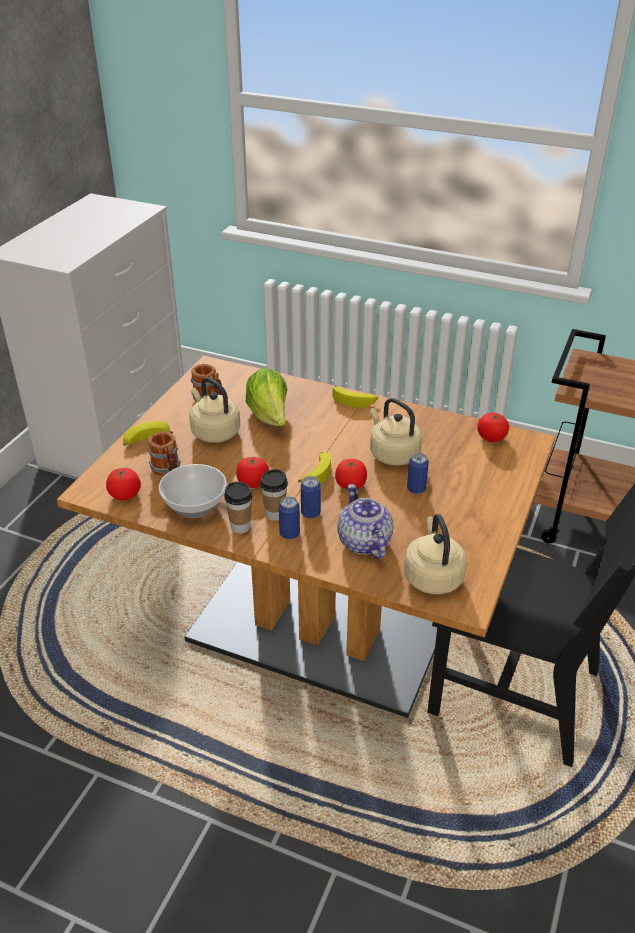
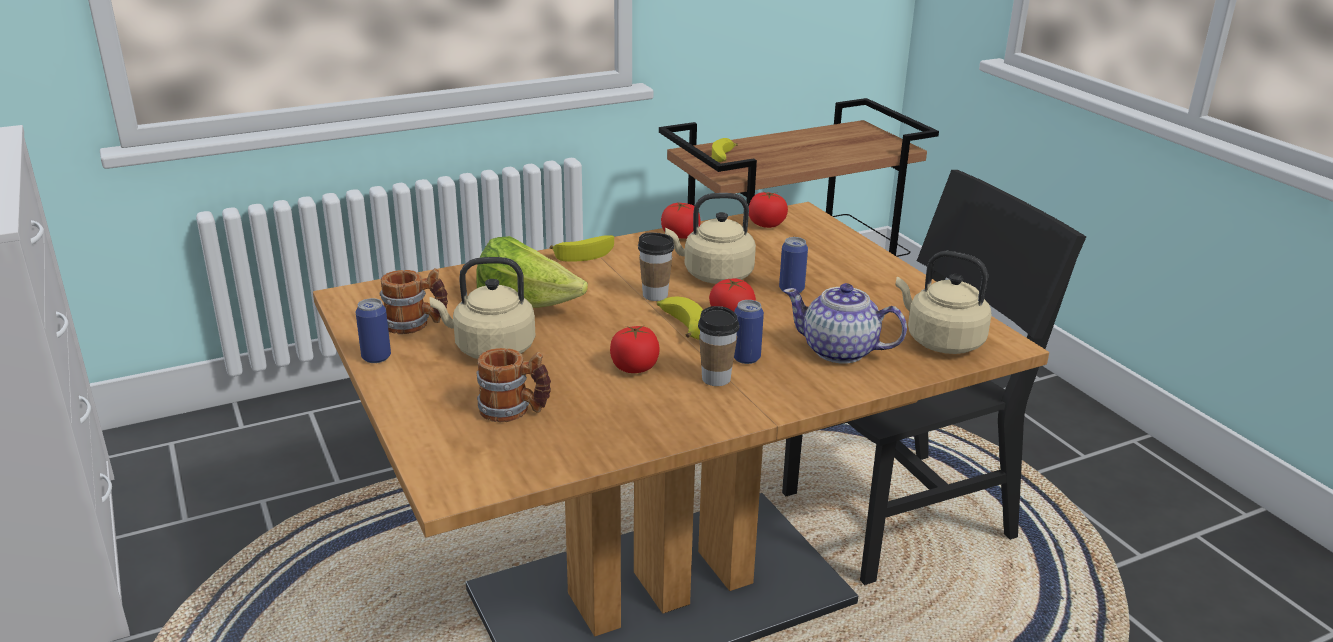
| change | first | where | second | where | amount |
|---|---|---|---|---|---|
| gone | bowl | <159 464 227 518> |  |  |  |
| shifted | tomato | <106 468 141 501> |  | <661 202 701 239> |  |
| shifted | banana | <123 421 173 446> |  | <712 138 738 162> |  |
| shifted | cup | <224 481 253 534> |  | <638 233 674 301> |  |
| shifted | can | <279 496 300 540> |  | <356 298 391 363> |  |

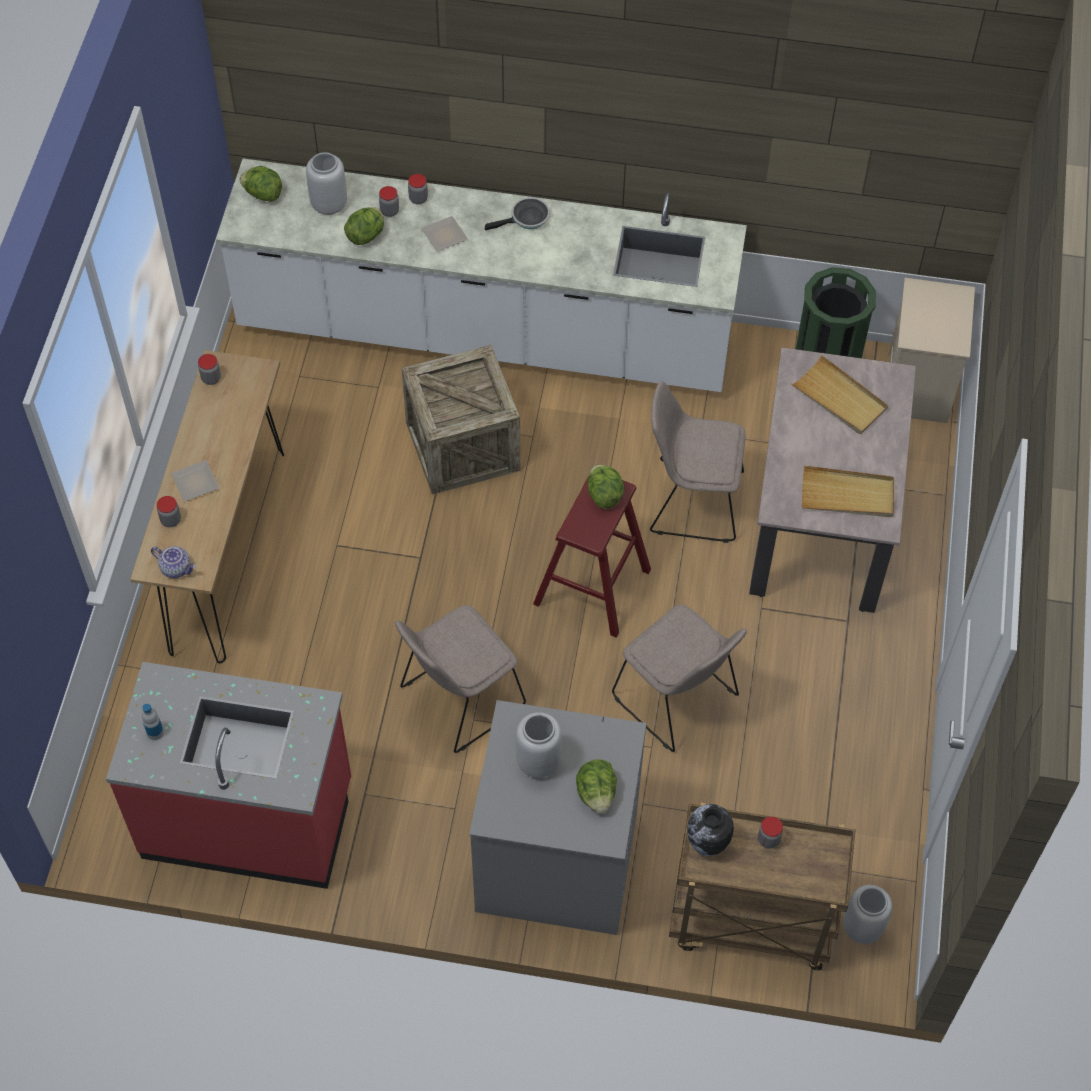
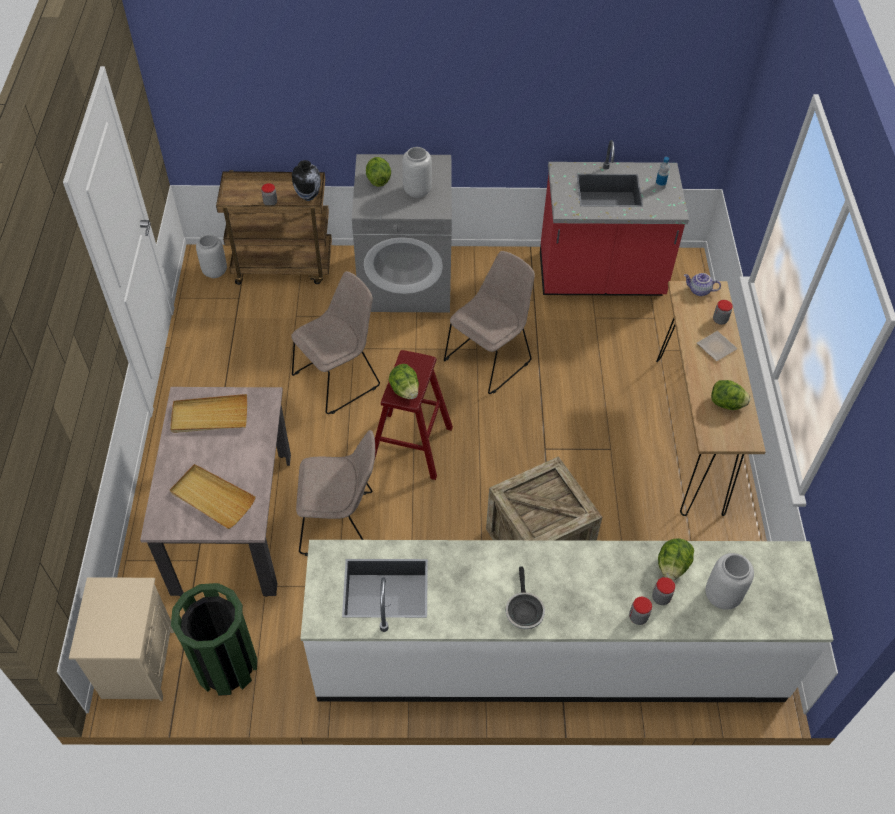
| change | first | where | second | where | amount |
|---|---|---|---|---|---|
| gone | jar | <198 354 221 385> |  |  |  |
| gone | plate | <421 216 468 252> |  |  |  |
| shifted | lettuce | <239 166 282 202> |  | <711 380 750 410> |  |
| rotated | frying pan | <485 197 550 230> |  | <506 567 545 629> | 60 degrees counterclockwise |
| rotated | beige chair | <612 604 747 752> |  | <291 271 380 414> | 105 degrees clockwise |

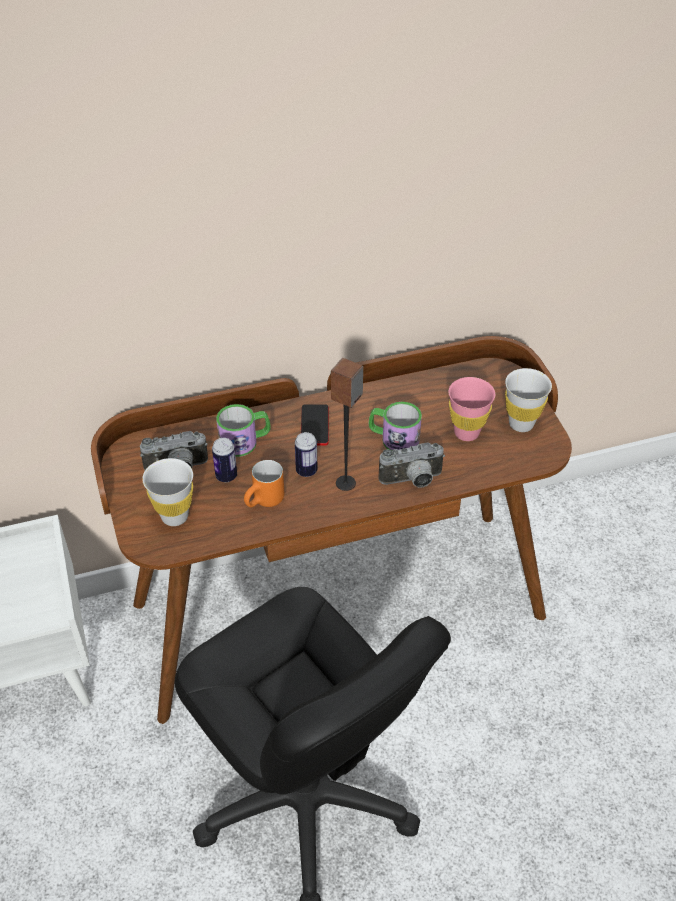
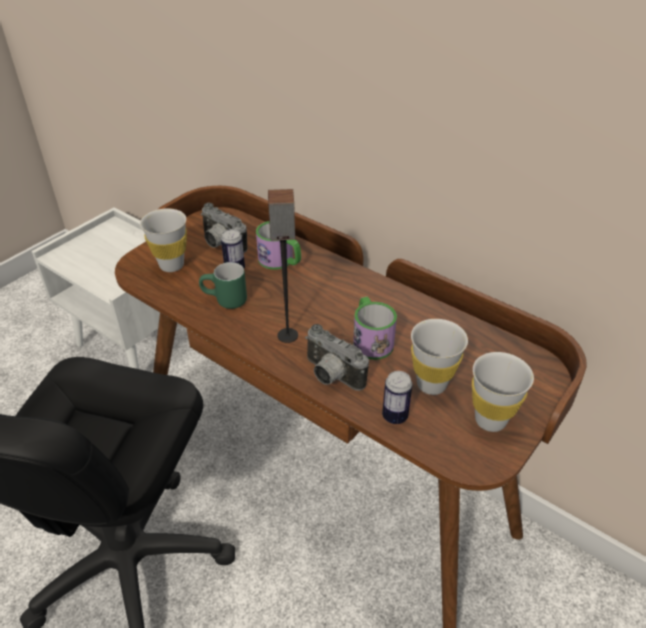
| change | first | where | second | where | amount |
|---|---|---|---|---|---|
| gone | phone | <301 404 329 446> |  |  |  |
| shifted | can | <295 432 318 477> |  | <382 371 412 424> |  |
| repainted | orange mug | <244 460 284 507> | green mug | <199 262 247 309> |  |
| repainted | pink cup | <448 377 495 441> | white cup | <411 319 468 395> |  |

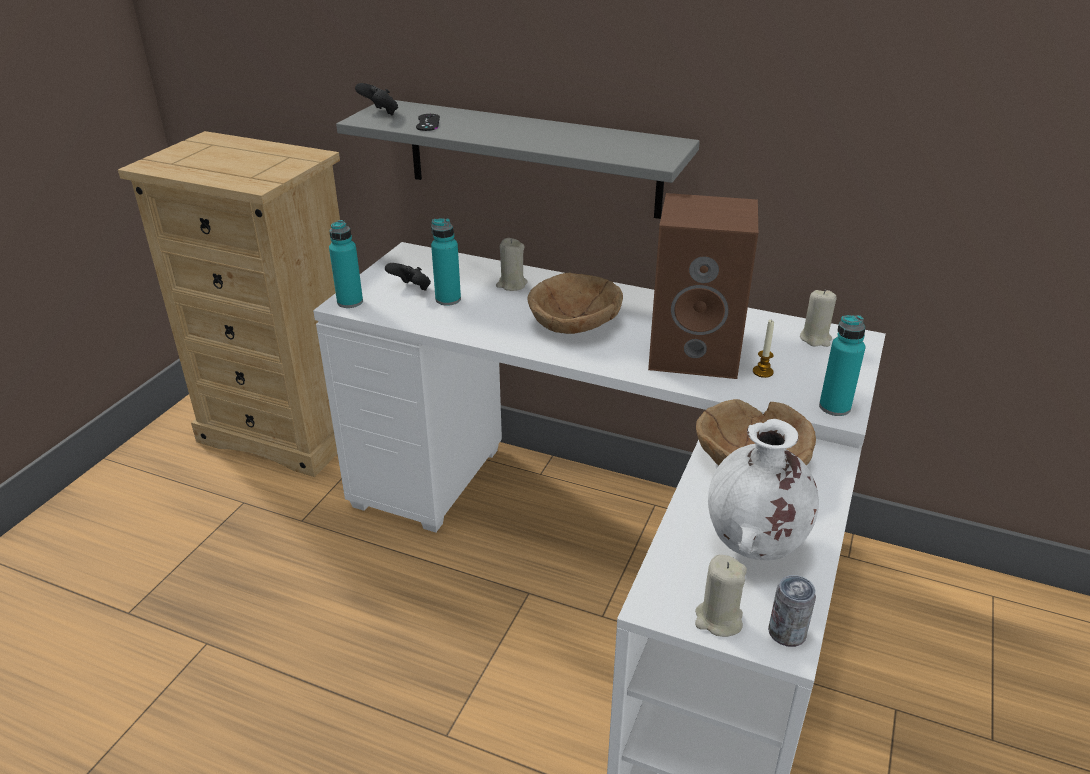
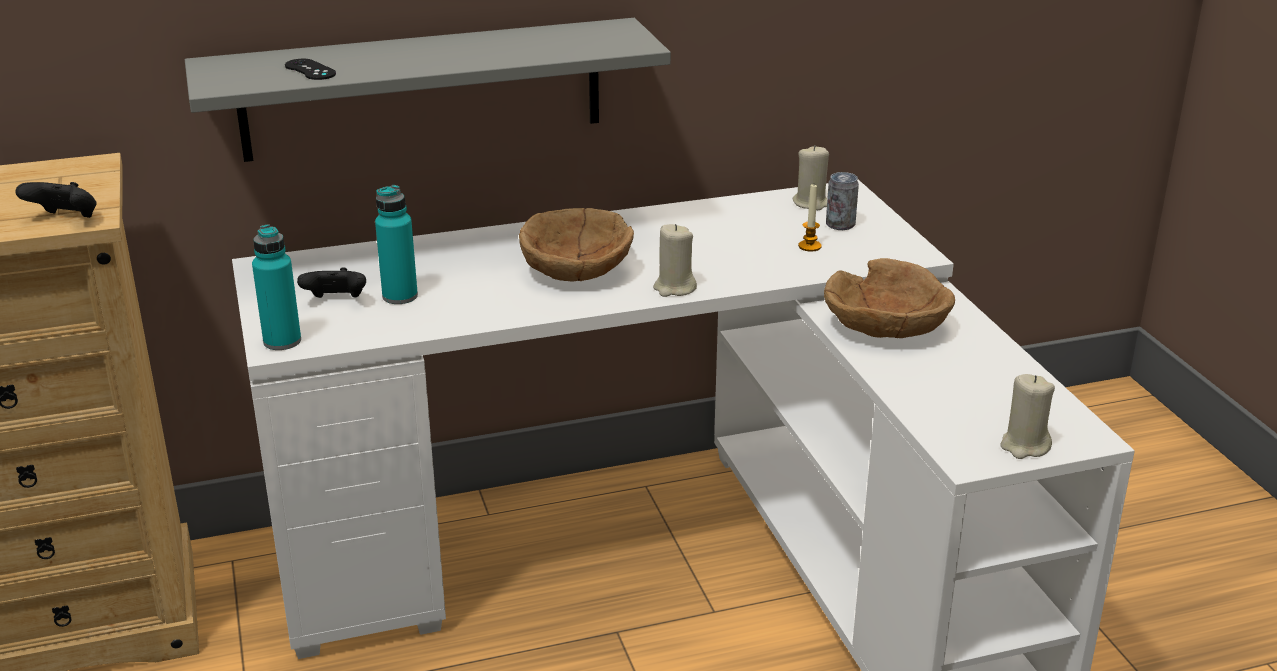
| change | first | where | second | where | amount |
|---|---|---|---|---|---|
| gone | brown speaker | <648 193 758 379> |  |  |  |
| gone | white vase | <708 419 819 560> |  |  |  |
| gone | turquoise bottle | <819 315 866 416> |  |  |  |
| shifted | black game controller | <355 83 398 115> |  | <15 182 97 218> |  |
| shifted | beige candle | <496 238 527 291> |  | <653 224 697 297> |  |
| shifted | can | <768 575 816 647> |  | <826 172 859 230> |  |

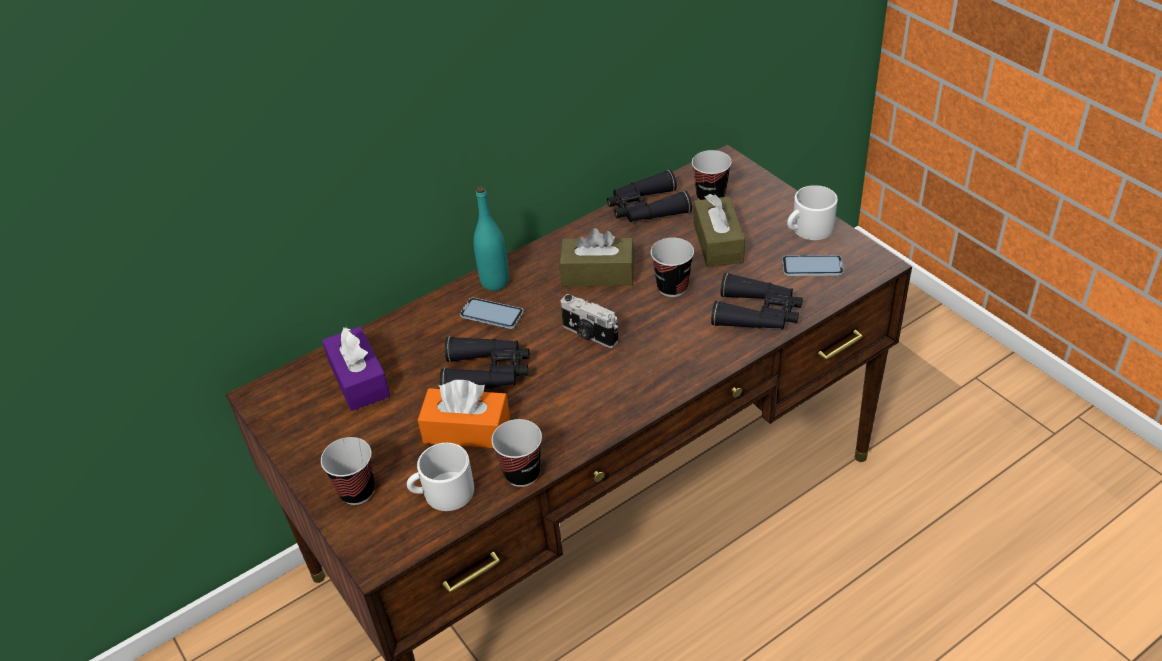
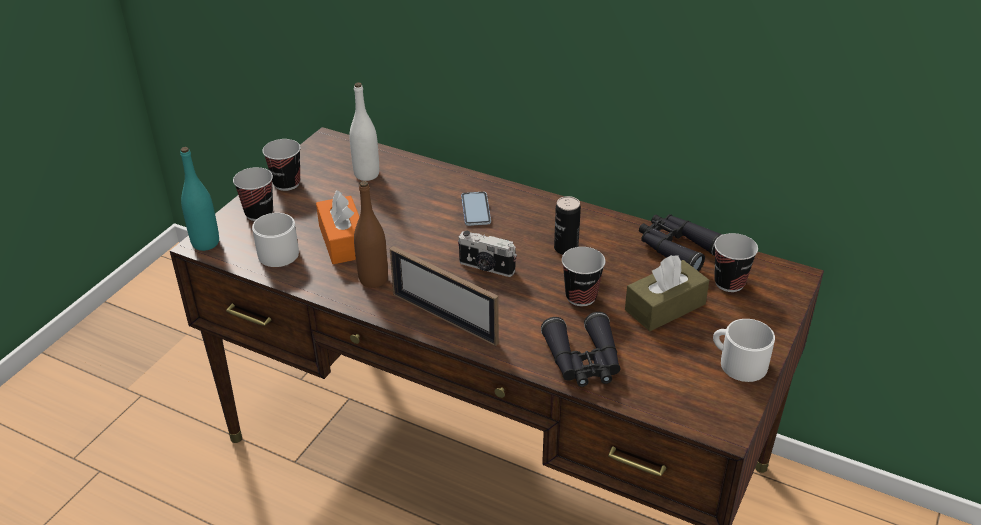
| change | first | where | second | where | amount |
|---|---|---|---|---|---|
| gone | black binoculars | <440 336 530 389> |  |  |  |
| gone | phone | <782 255 844 276> |  |  |  |
| new |  |  | brown bottle | <354 181 388 288> |  |
| new |  |  | picture frame | <390 246 499 346> |  |
| shifted | turquoise bottle | <473 187 509 291> |  | <180 147 219 251> |  |
| shifted | cup | <492 419 542 487> |  | <263 139 301 191> |  |
| swapped | purple tissue box | <322 326 390 411> | white bottle | <349 82 379 181> |  |
| swapped | brown tissue box | <559 228 635 286> | can | <554 196 581 255> |  |
| rotated | photo camera | <561 294 619 348> |  | <458 231 517 277> | 75 degrees counterclockwise |

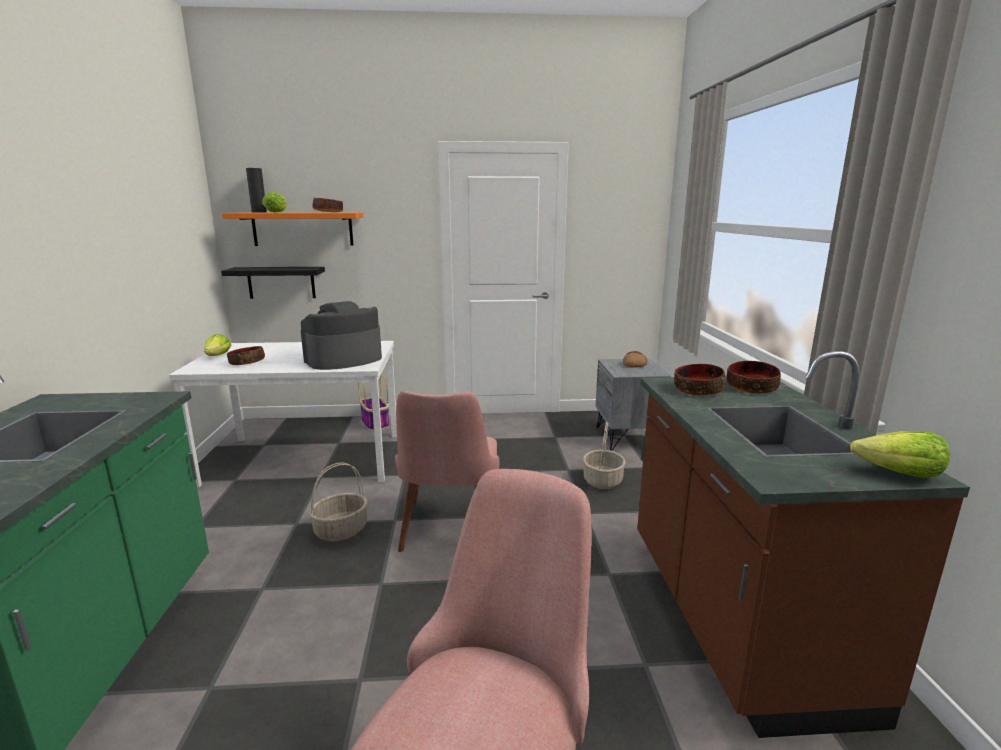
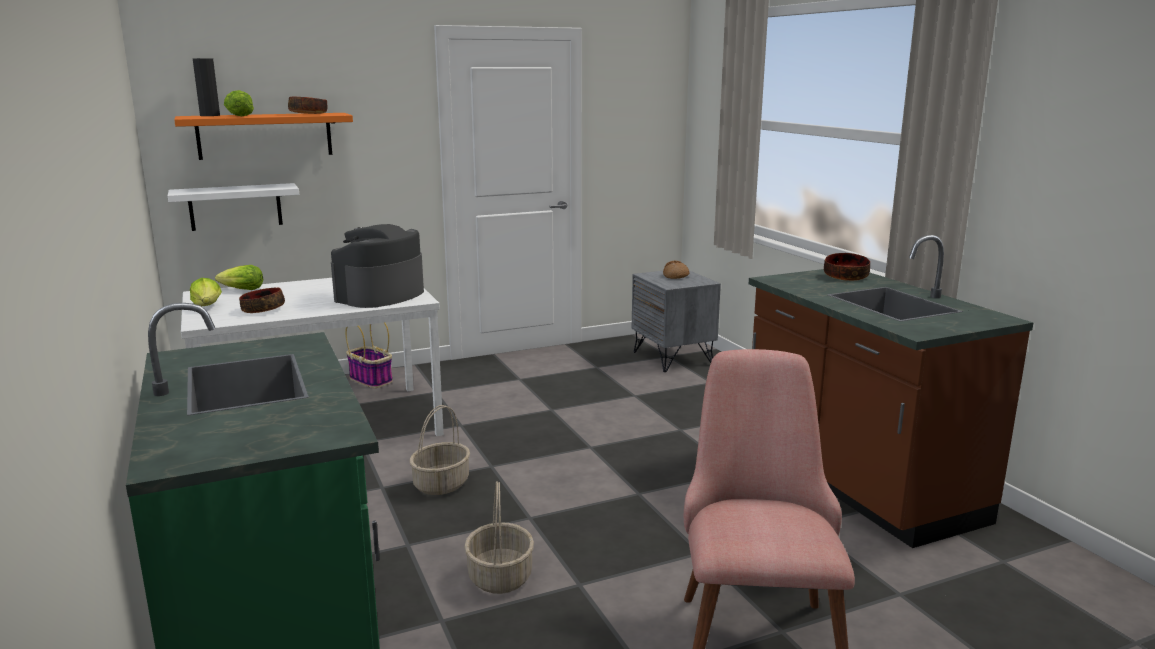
| change | first | where | second | where | amount |
|---|---|---|---|---|---|
| gone | pink chair | <395 391 499 552> |  |  |  |
| gone | bowl | <674 364 726 395> |  |  |  |
| shifted | basket | <583 422 626 489> |  | <464 481 534 594> |  |
| shifted | lettuce | <850 431 950 478> |  | <215 265 263 290> |  |
| repainted | black shelf | <221 267 325 299> | white shelf | <168 183 299 231> |  |

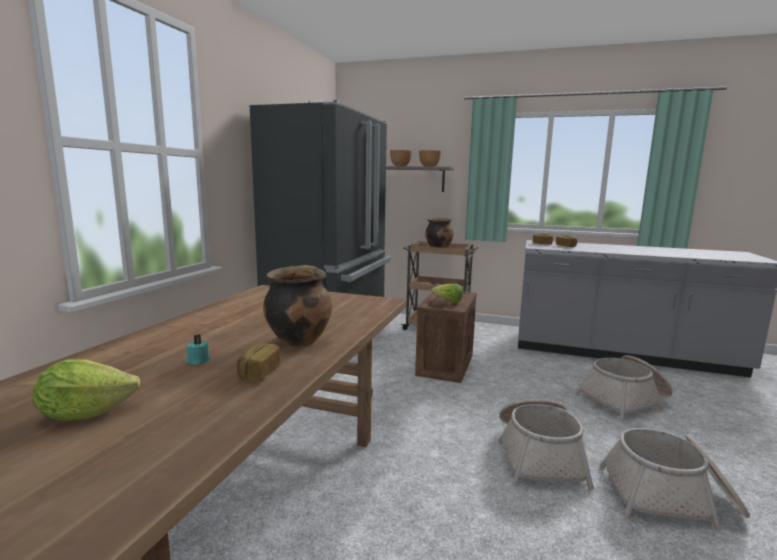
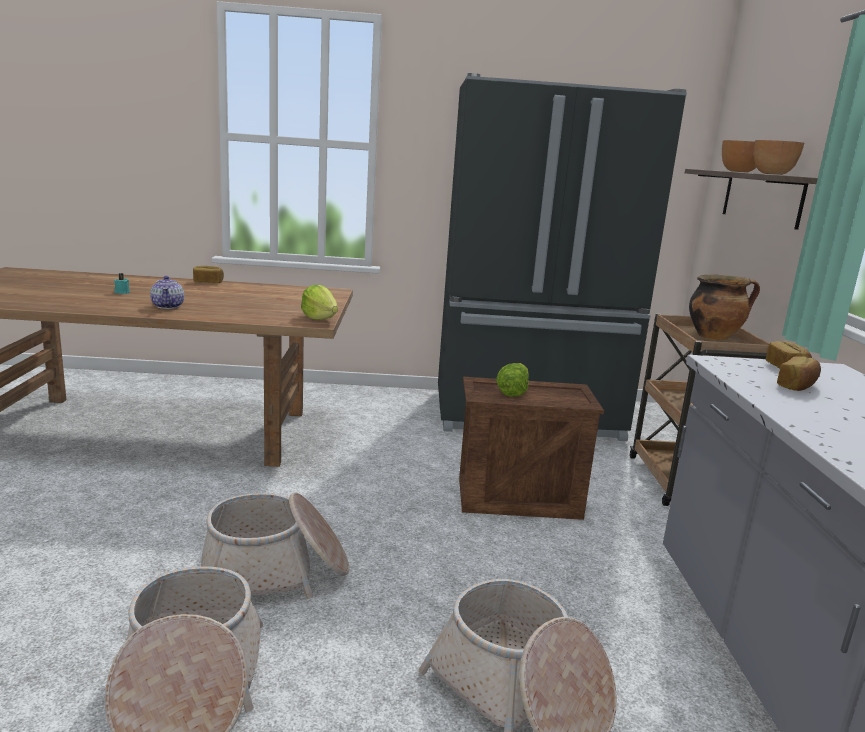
| change | first | where | second | where | amount |
|---|---|---|---|---|---|
| shifted | lettuce | <32 359 140 421> |  | <301 285 338 320> |  |
| shifted | bread | <237 343 280 382> |  | <193 266 224 283> |  |
| swapped | cooking pot | <263 265 332 348> | teapot | <150 276 184 309> |  |

